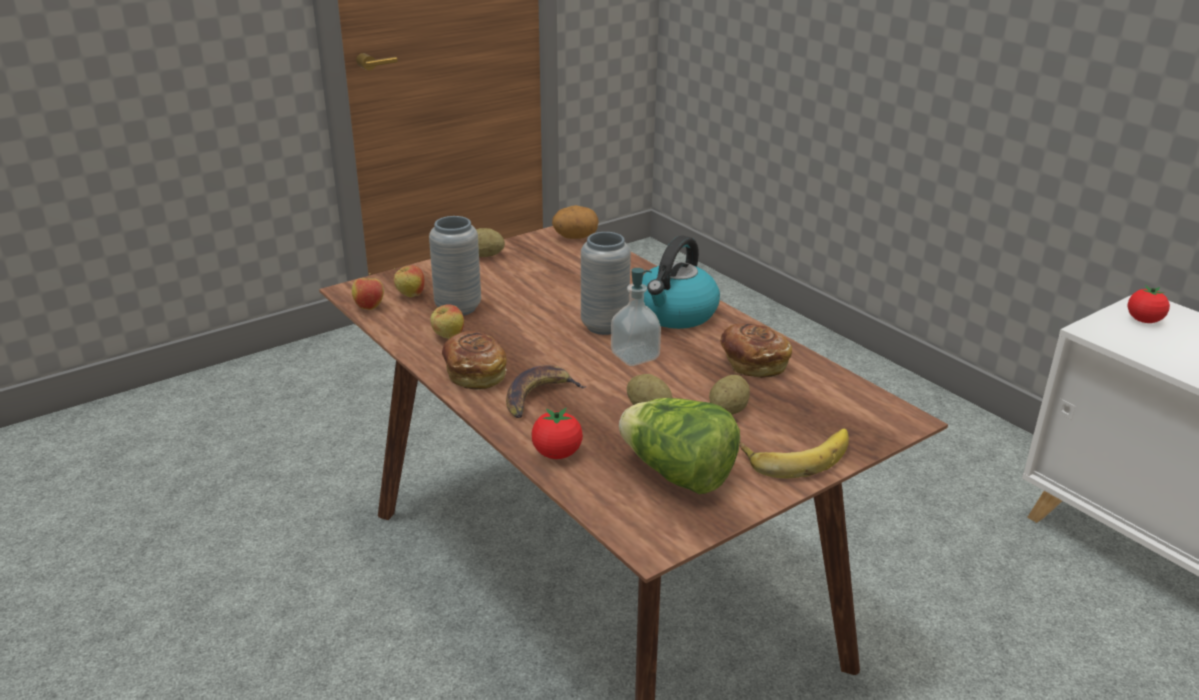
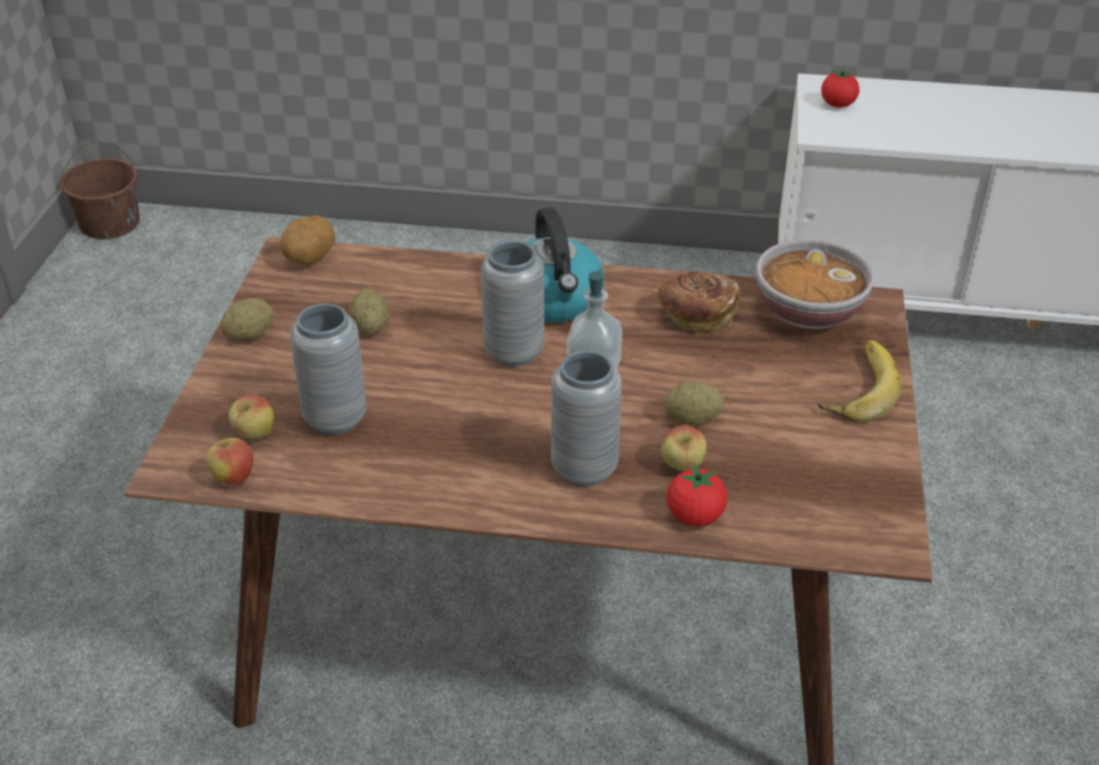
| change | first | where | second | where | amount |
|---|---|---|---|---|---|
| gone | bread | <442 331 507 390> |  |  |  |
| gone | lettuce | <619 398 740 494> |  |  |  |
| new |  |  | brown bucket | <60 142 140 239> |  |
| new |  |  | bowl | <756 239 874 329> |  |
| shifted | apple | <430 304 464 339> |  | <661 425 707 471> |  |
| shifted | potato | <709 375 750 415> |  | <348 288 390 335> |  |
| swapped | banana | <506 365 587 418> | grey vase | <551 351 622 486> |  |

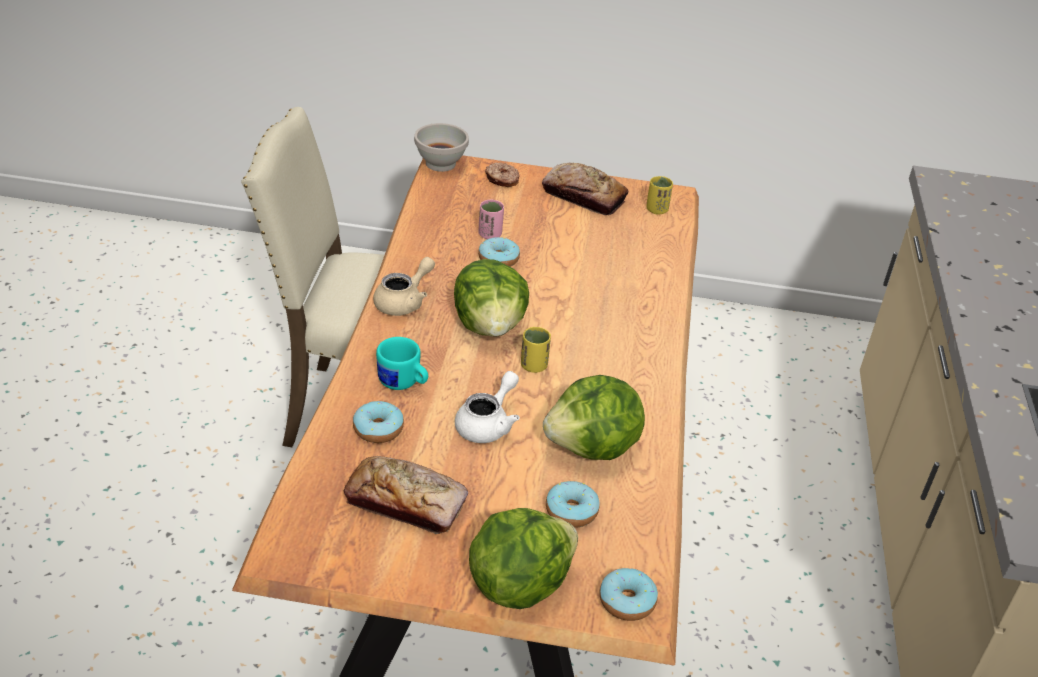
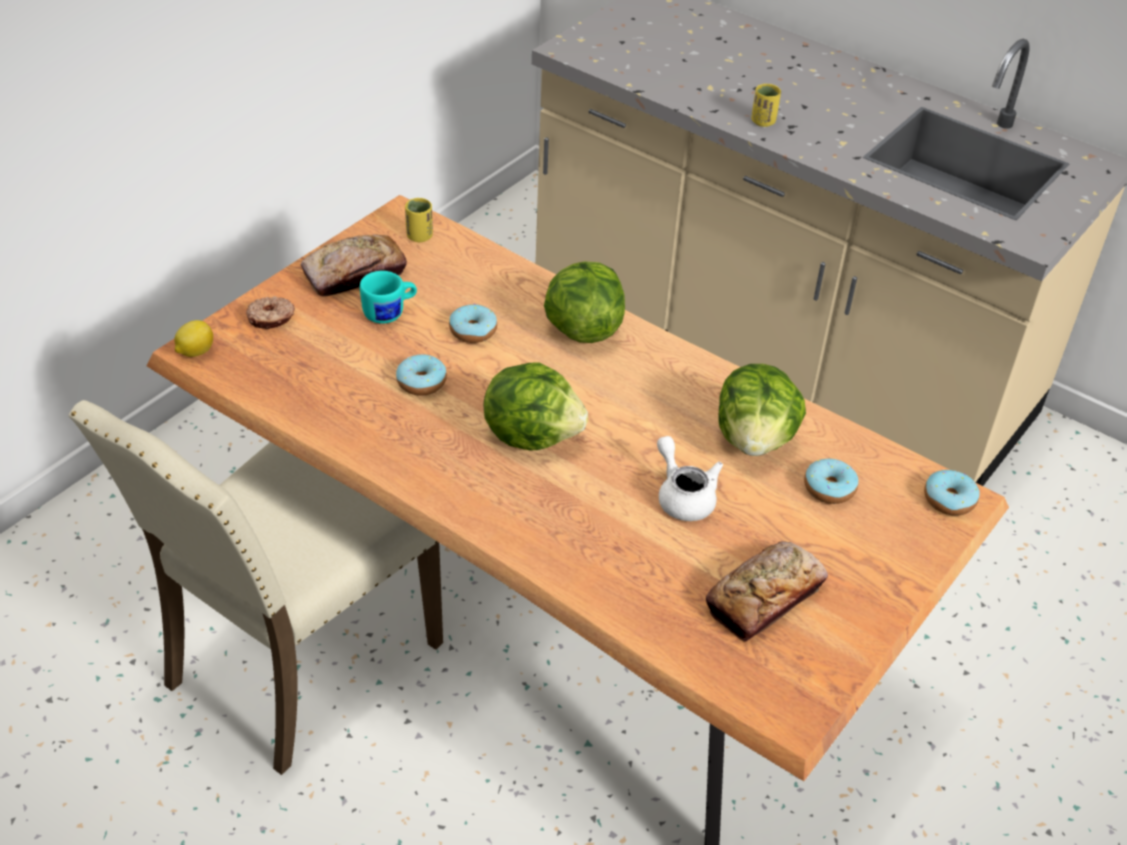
| change | first | where | second | where | amount |
|---|---|---|---|---|---|
| gone | beige teapot | <373 257 435 316> |  |  |  |
| gone | pink cup | <478 200 504 239> |  |  |  |
| shifted | donut | <353 401 404 443> |  | <449 304 497 343> |  |
| shifted | turquoise mug | <376 337 428 390> |  | <360 271 417 324> |  |
| shifted | lettuce | <469 508 578 609> |  | <544 261 625 343> |  |
| shifted | yellow cup | <521 327 551 373> |  | <751 84 781 127> |  |
| swapped | white bowl | <414 123 469 172> | lemon | <174 320 213 357> |  |

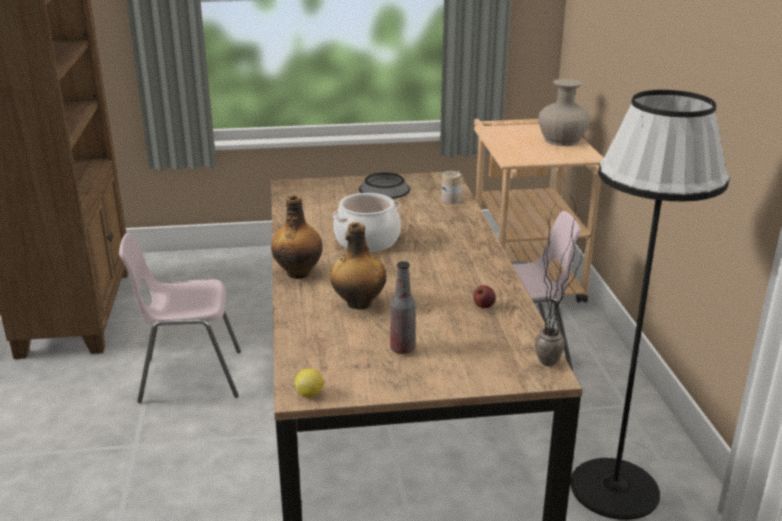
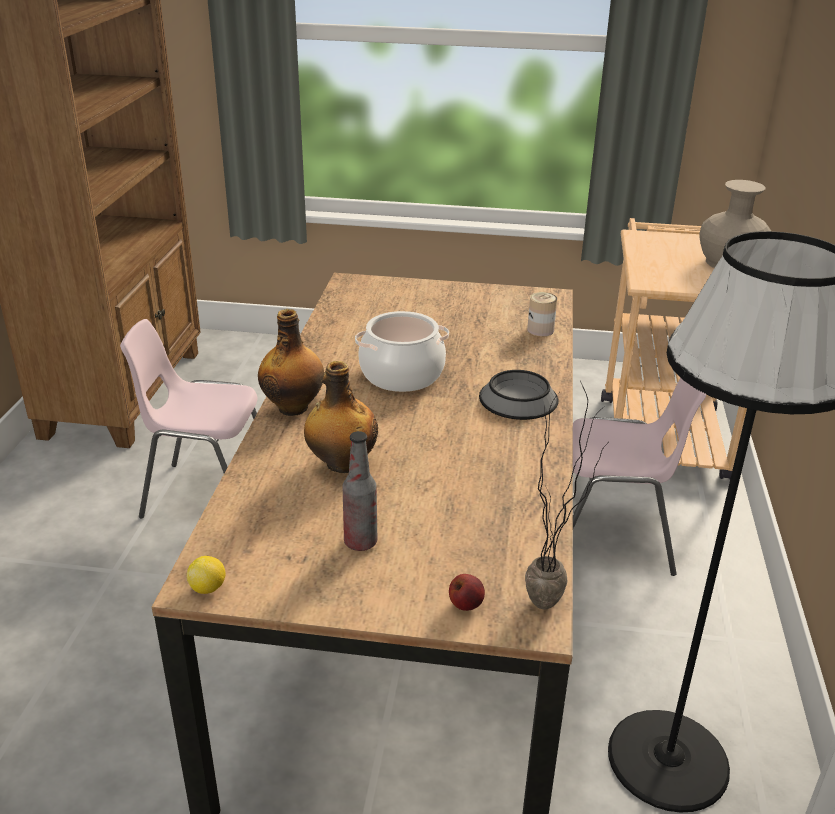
| change | first | where | second | where | amount |
|---|---|---|---|---|---|
| shifted | bowl | <359 173 410 199> |  | <479 370 558 420> |  |
| shifted | apple | <474 285 496 308> |  | <449 574 485 611> |  |

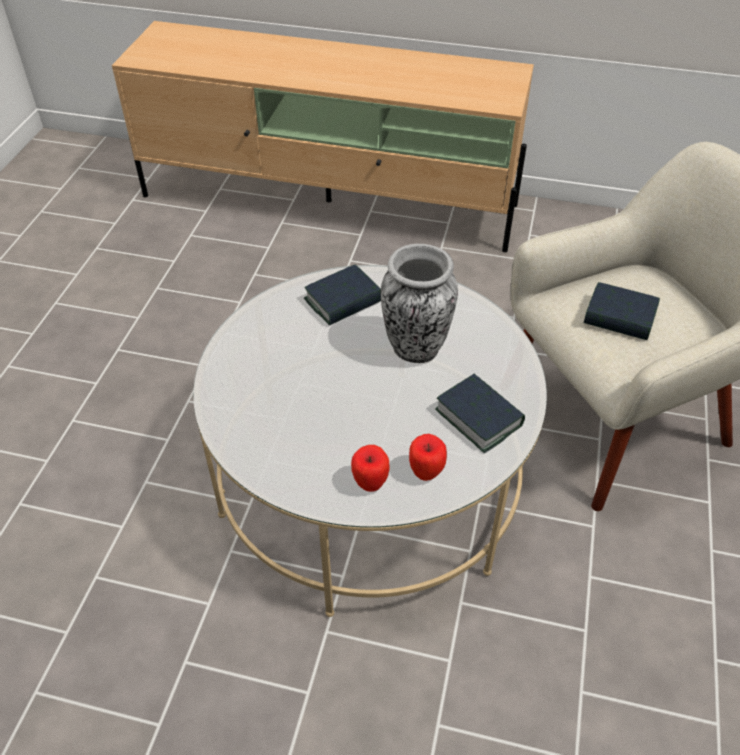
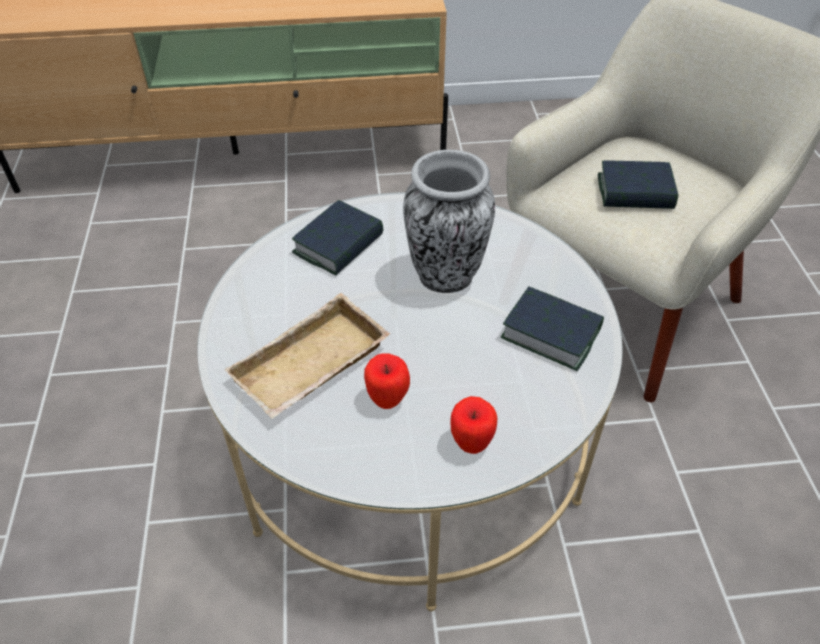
| change | first | where | second | where | amount |
|---|---|---|---|---|---|
| new |  |  | beige tray | <224 293 390 419> |  |
| shifted | apple | <409 434 447 481> |  | <364 353 410 409> |  |

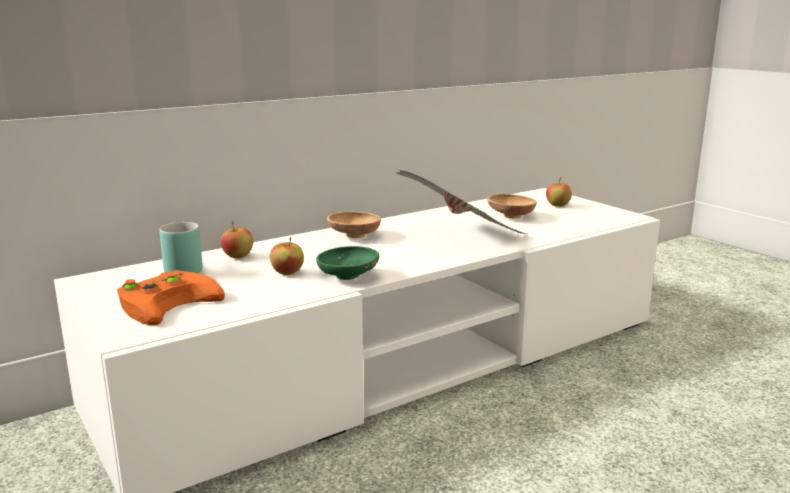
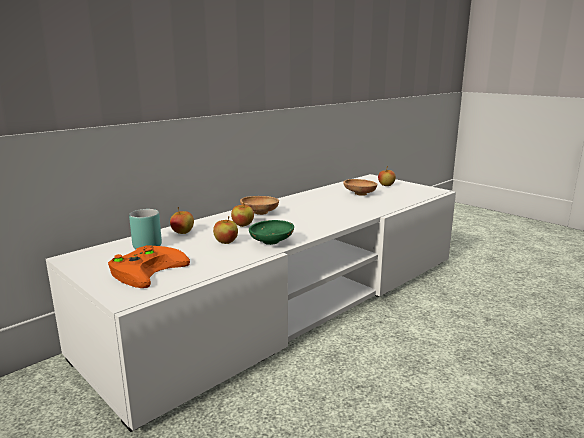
| change | first | where | second | where | amount |
|---|---|---|---|---|---|
| gone | newspaper | <396 170 527 234> |  |  |  |
| new |  |  | apple | <231 202 254 227> |  |

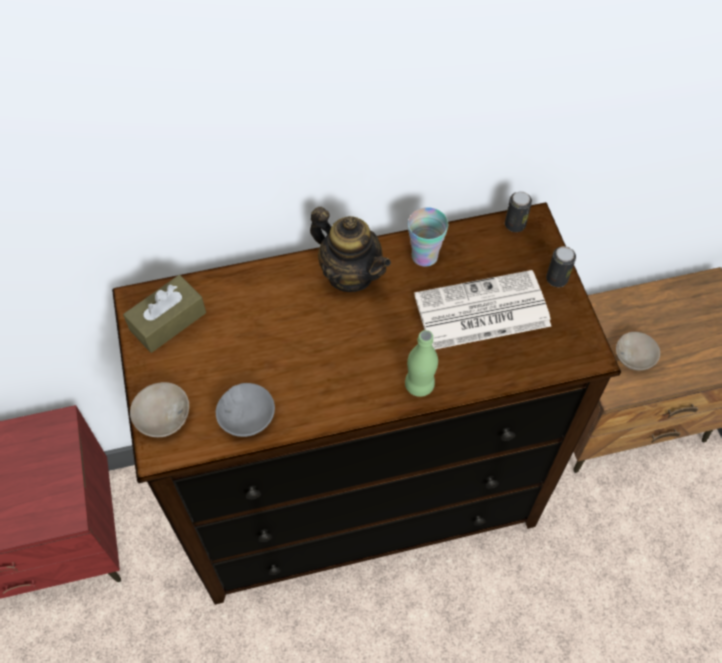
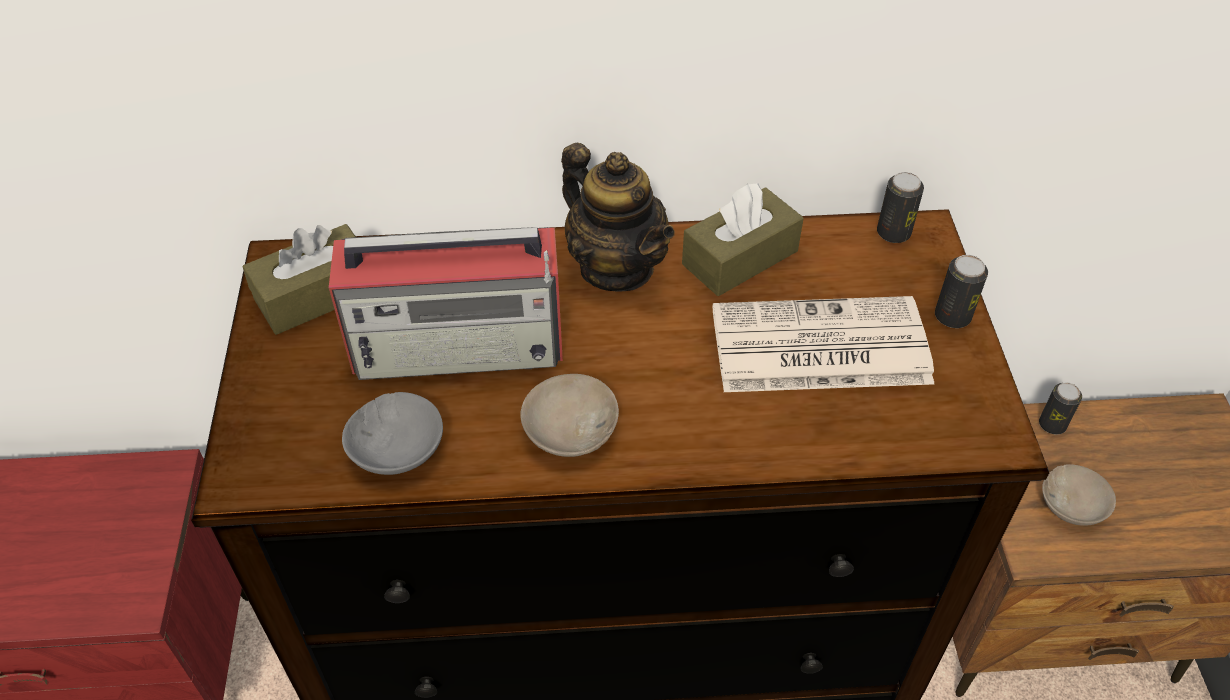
| change | first | where | second | where | amount |
|---|---|---|---|---|---|
| gone | green bottle | <405 330 438 397> |  |  |  |
| new |  |  | radio | <329 227 563 380> |  |
| new |  |  | can | <1039 382 1082 435> |  |
| shifted | beige bowl | <130 382 189 437> |  | <520 374 619 457> |  |
| swapped | cup | <408 207 448 267> | brown tissue box | <682 183 804 296> |  |

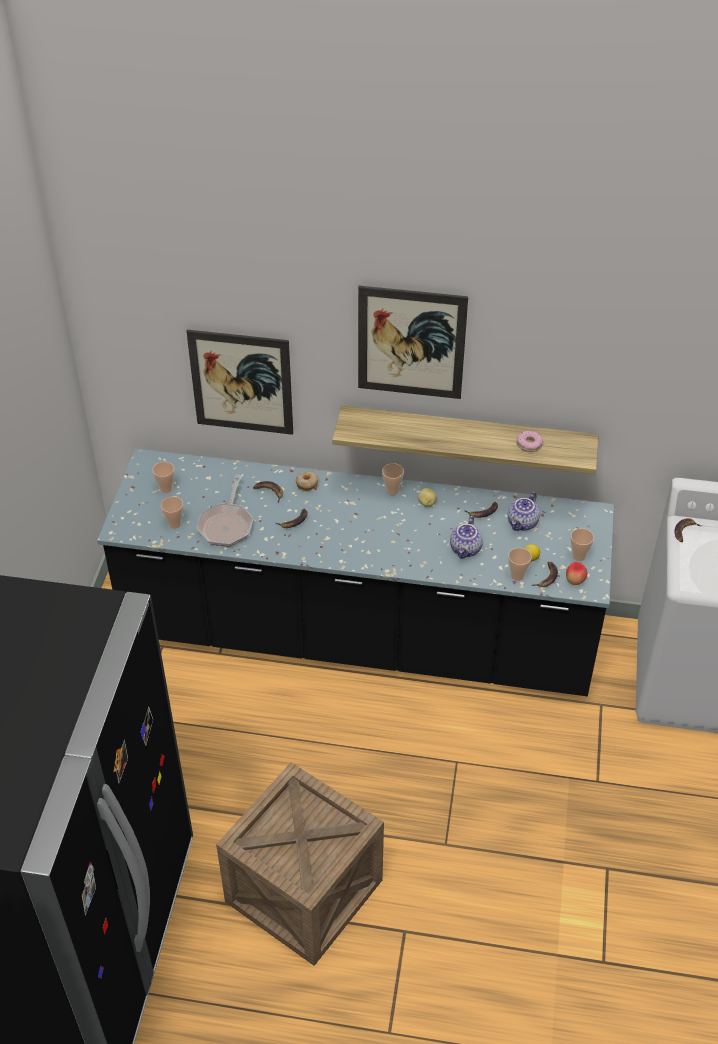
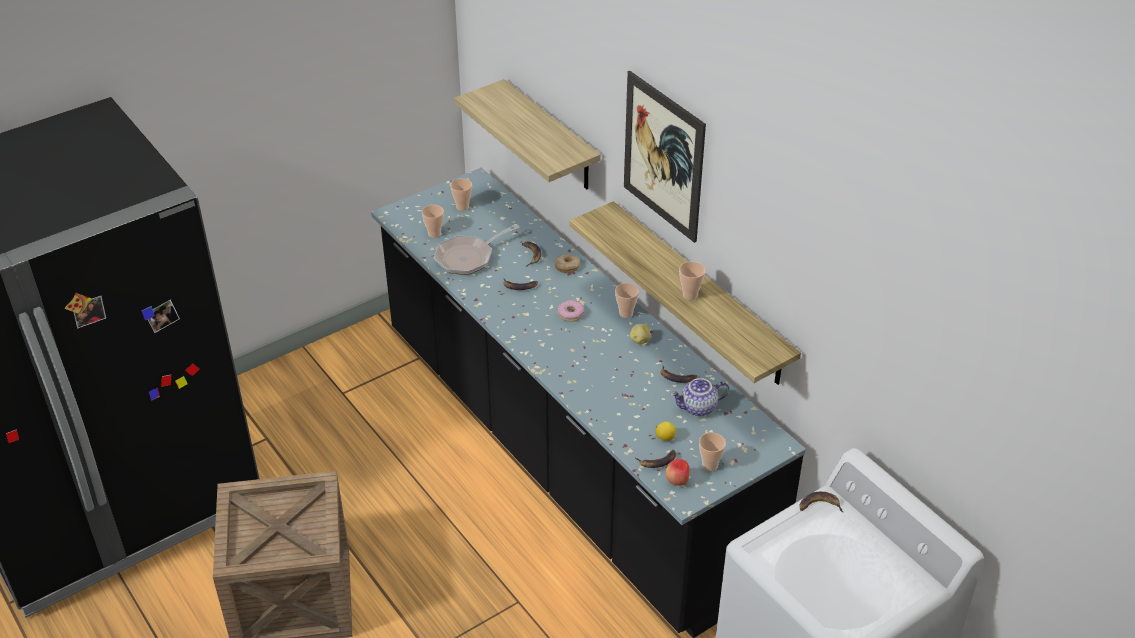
| change | first | where | second | where | amount |
|---|---|---|---|---|---|
| gone | teapot | <450 516 483 559> |  |  |  |
| shifted | cup | <508 548 532 581> |  | <679 261 705 300> |  |
| shifted | donut | <517 431 543 452> |  | <558 300 584 322> |  |
| swapped | picture | <186 330 293 435> | shelf | <454 79 601 190> |  |

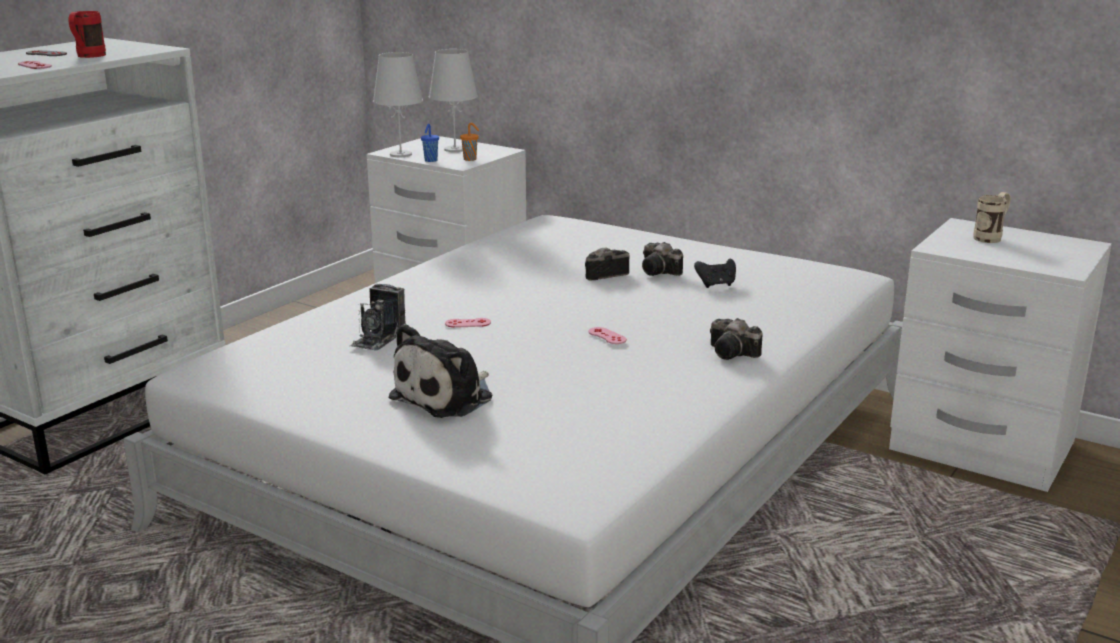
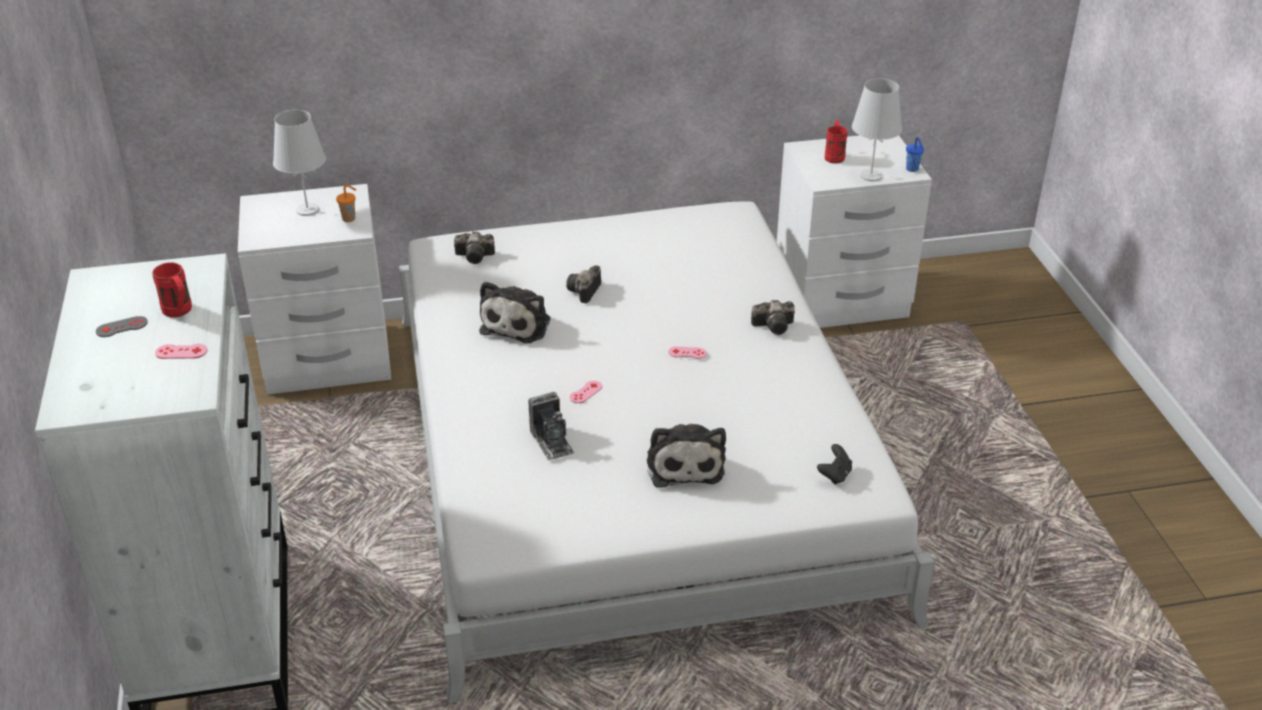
| change | first | where | second | where | amount |
|---|---|---|---|---|---|
| new |  |  | plush toy | <479 281 551 343> |  |
| shifted | white table lamp | <373 52 423 157> |  | <852 78 902 182> |  |
| shifted | blue cup | <421 124 439 162> |  | <906 137 924 172> |  |
| shifted | photo camera | <642 242 683 276> |  | <454 232 495 264> |  |
| shifted | black game controller | <694 259 736 288> |  | <817 444 852 485> |  |
| repainted | beige mug | <973 192 1011 243> | red mug | <824 121 848 164> |  |

